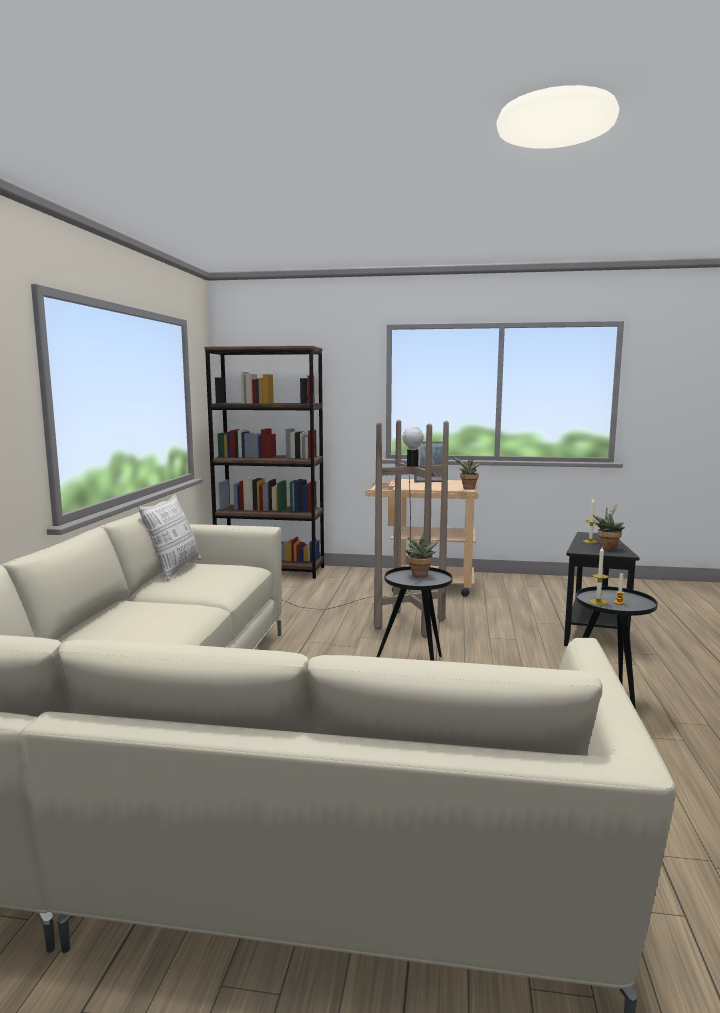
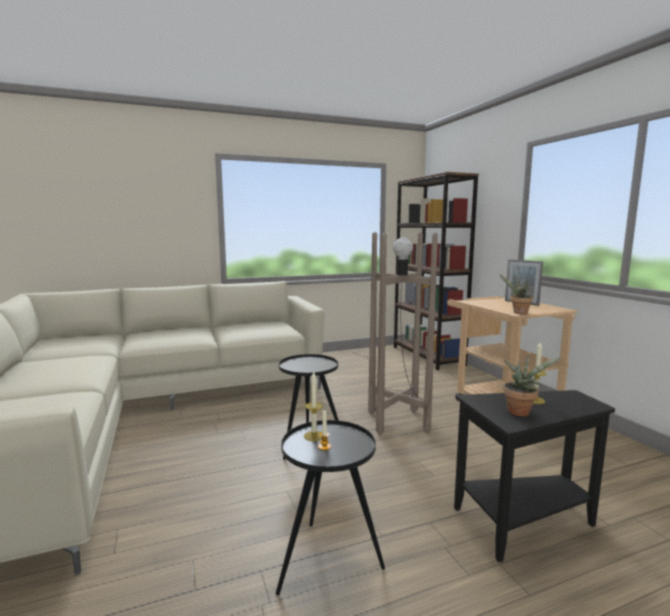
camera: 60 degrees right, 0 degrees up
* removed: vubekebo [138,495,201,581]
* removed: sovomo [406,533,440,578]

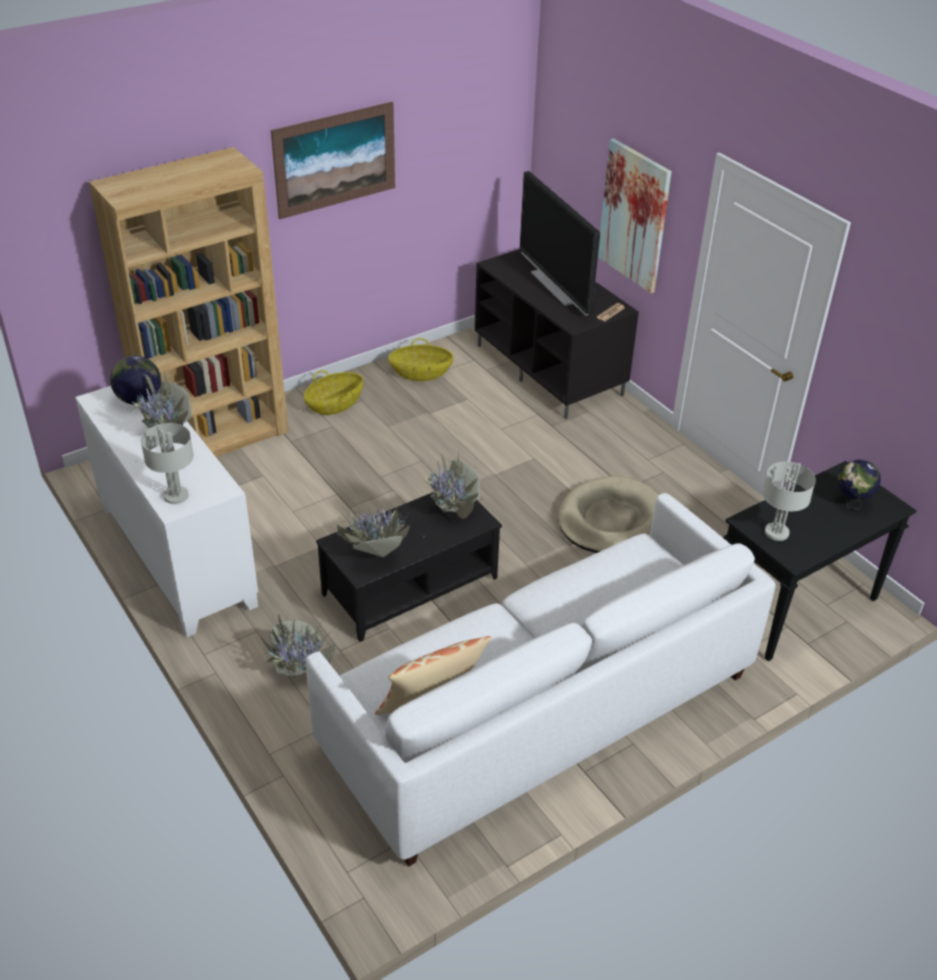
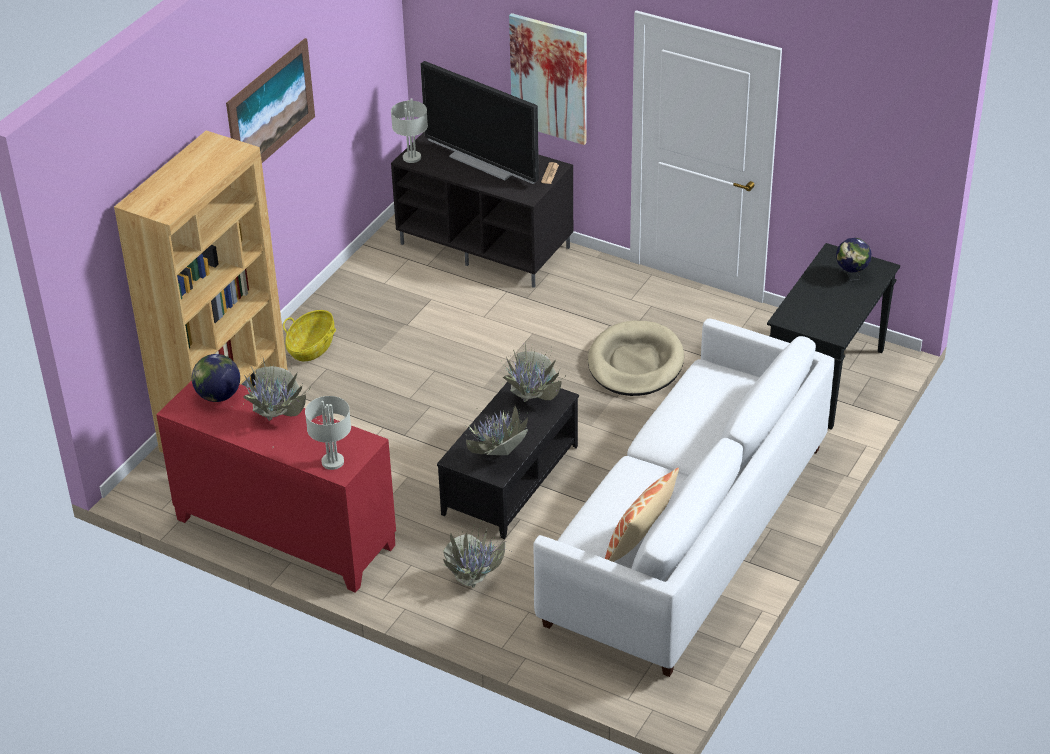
camera: 25 degrees left, 0 degrees up
* recoloured: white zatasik [75,386,258,637] to red zatasik [156,381,396,593]
* moved: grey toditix [762,462,816,541] to [391,98,428,163]
* removed: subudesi [388,338,454,381]

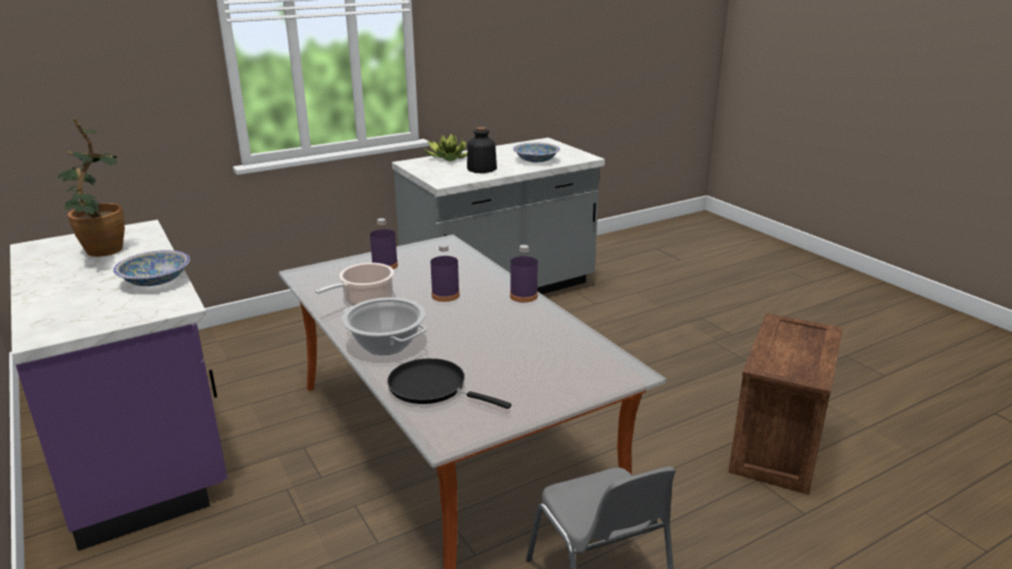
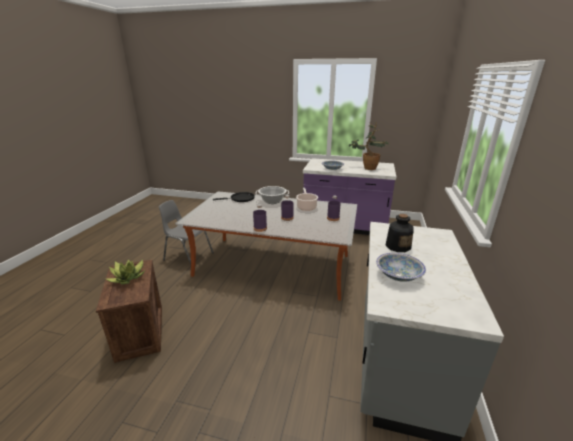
camera: 135 degrees right, 0 degrees up
* moved: sovomo [423,134,467,161] to [106,259,145,284]

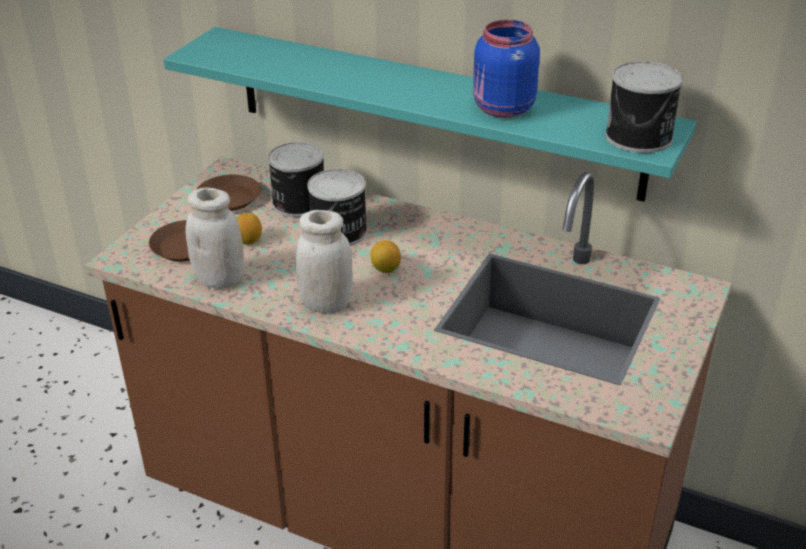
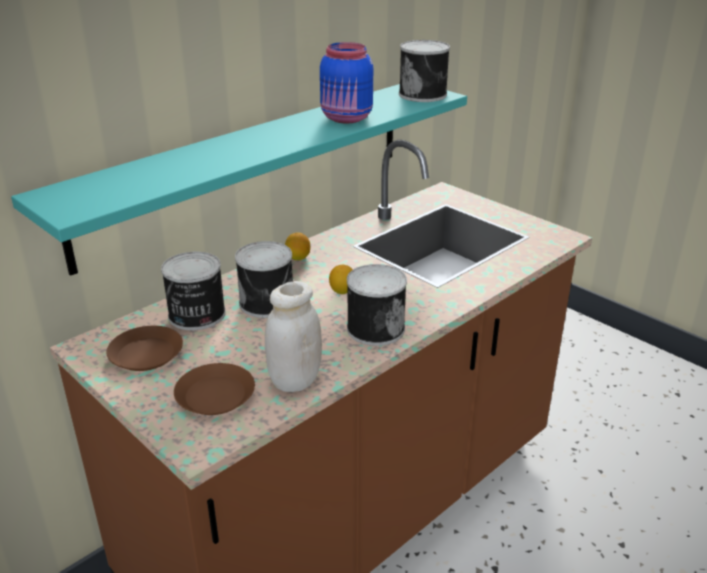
camera: 70 degrees left, 5 degrees down
* moved: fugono [237,213,262,245] to [285,233,310,260]
* replaced: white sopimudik [296,210,353,314] to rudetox [347,264,407,346]

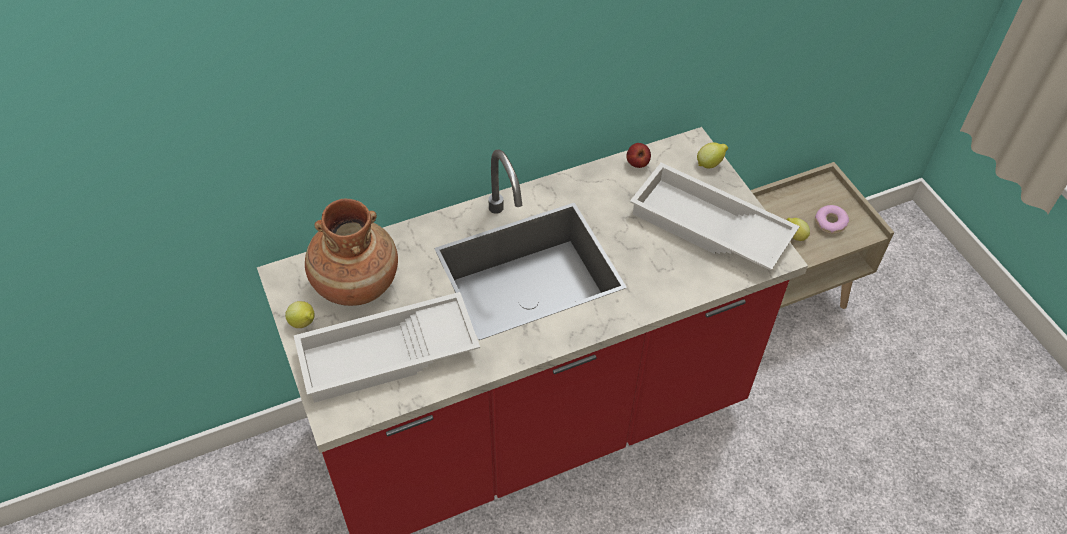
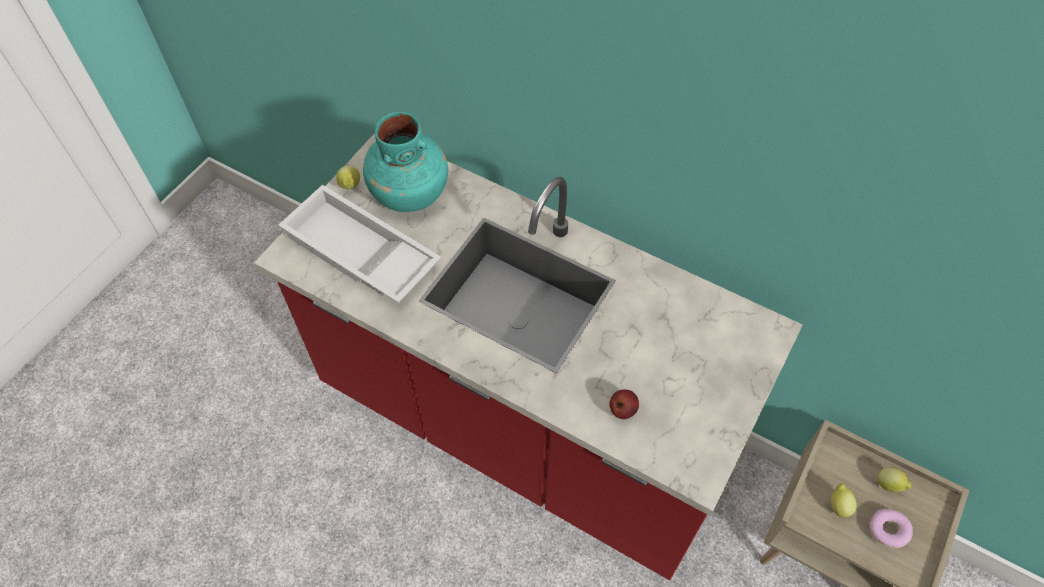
camera: 55 degrees right, 5 degrees up
* recoloured: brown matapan [305,199,398,306] to turquoise matapan [363,111,448,212]
* moved: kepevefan [626,143,651,168] to [609,389,639,419]
* moved: fugono [697,142,728,168] to [877,467,911,492]
* removed: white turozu [630,163,800,270]

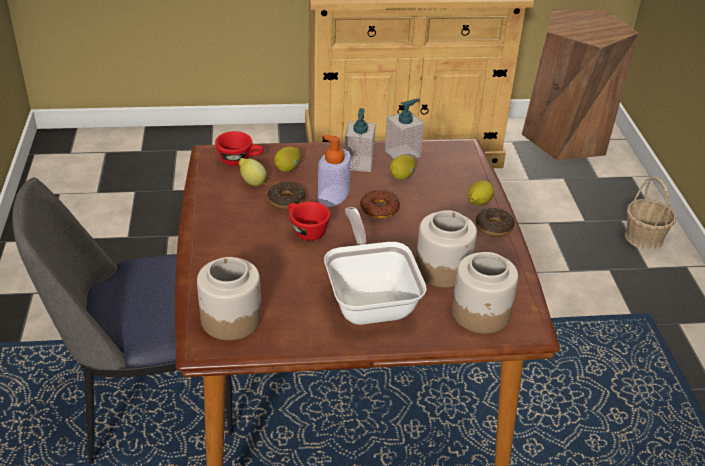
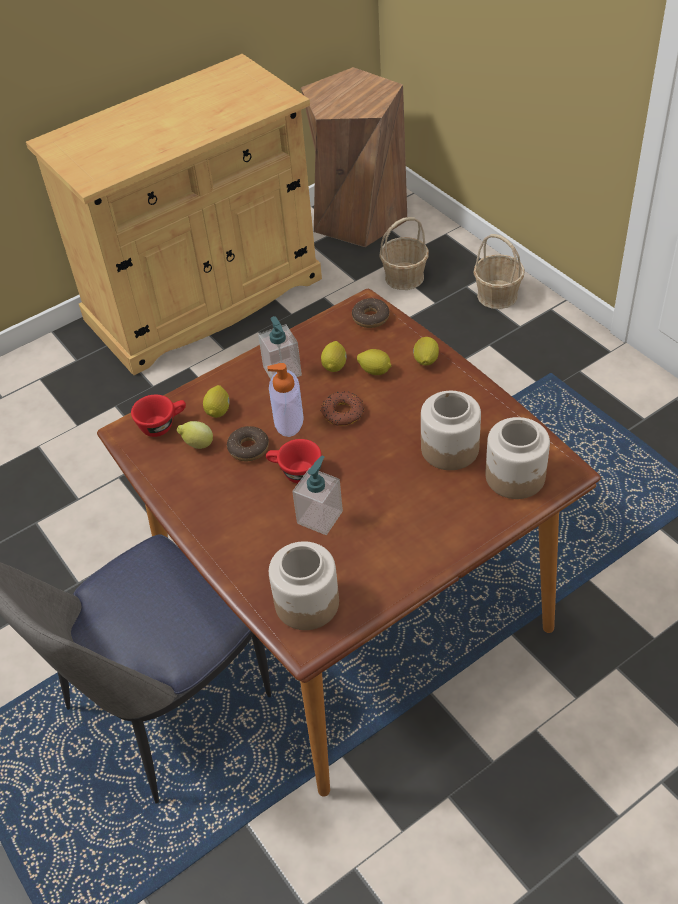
camera: 25 degrees left, 10 degrees up
* moved: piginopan [385,99,424,159] to [292,456,343,535]
* moved: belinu [476,208,514,237] to [352,298,390,328]
* added: fugono [357,349,391,375]
* added: subudesi [380,217,429,290]
* removed: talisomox [324,207,427,325]

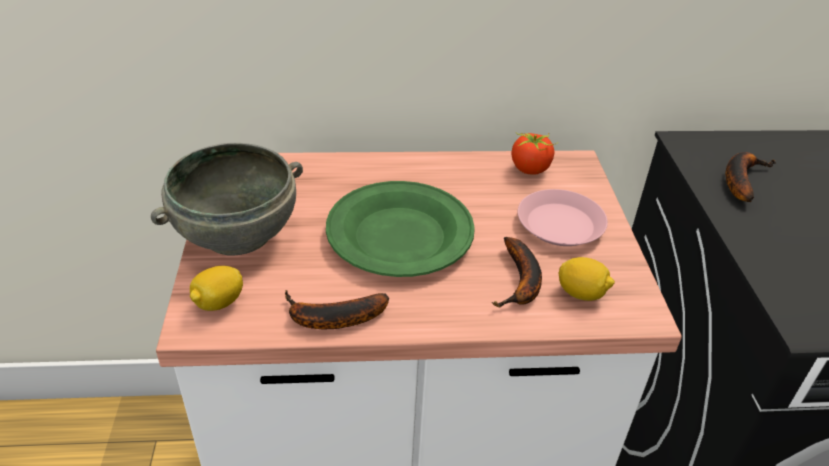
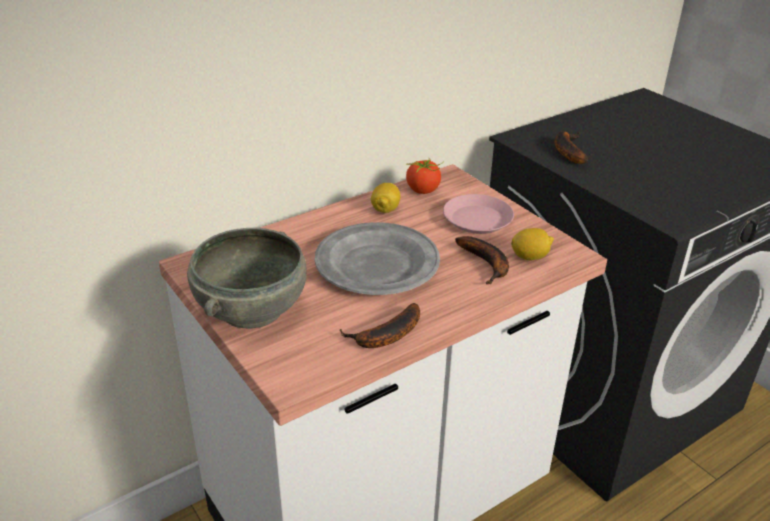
camera: 30 degrees left, 5 degrees down
* recoloured: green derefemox [326,181,475,277] to grey derefemox [315,222,440,295]
* moved: fugono [190,266,243,311] to [371,183,400,213]

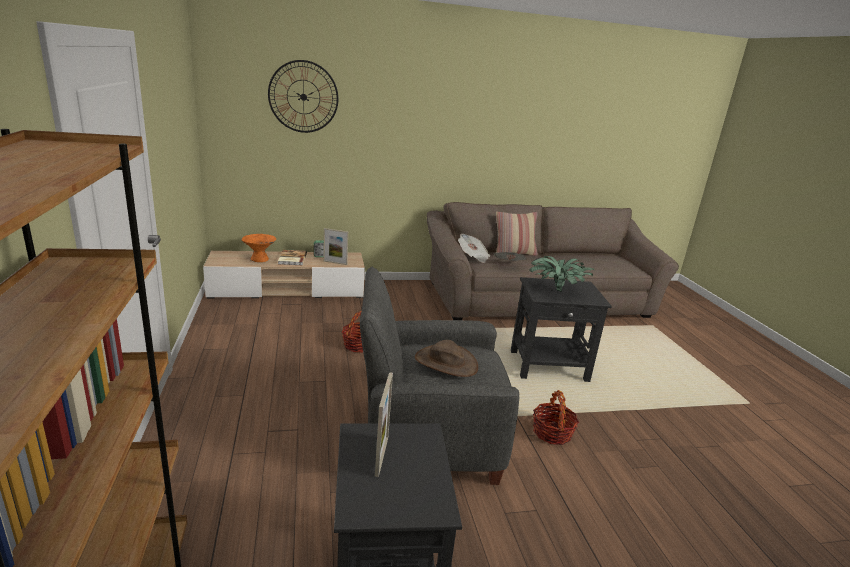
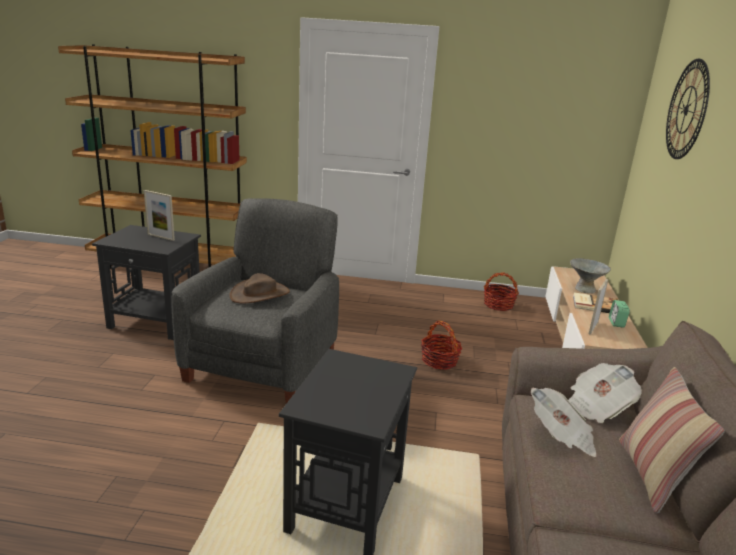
camera: 110 degrees right, 0 degrees up
* moved: subudesi [533,390,579,445] to [484,272,519,311]
* recoloured: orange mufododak [241,234,276,262] to grey mufododak [570,258,611,294]
* removed: sovomo [529,256,595,292]

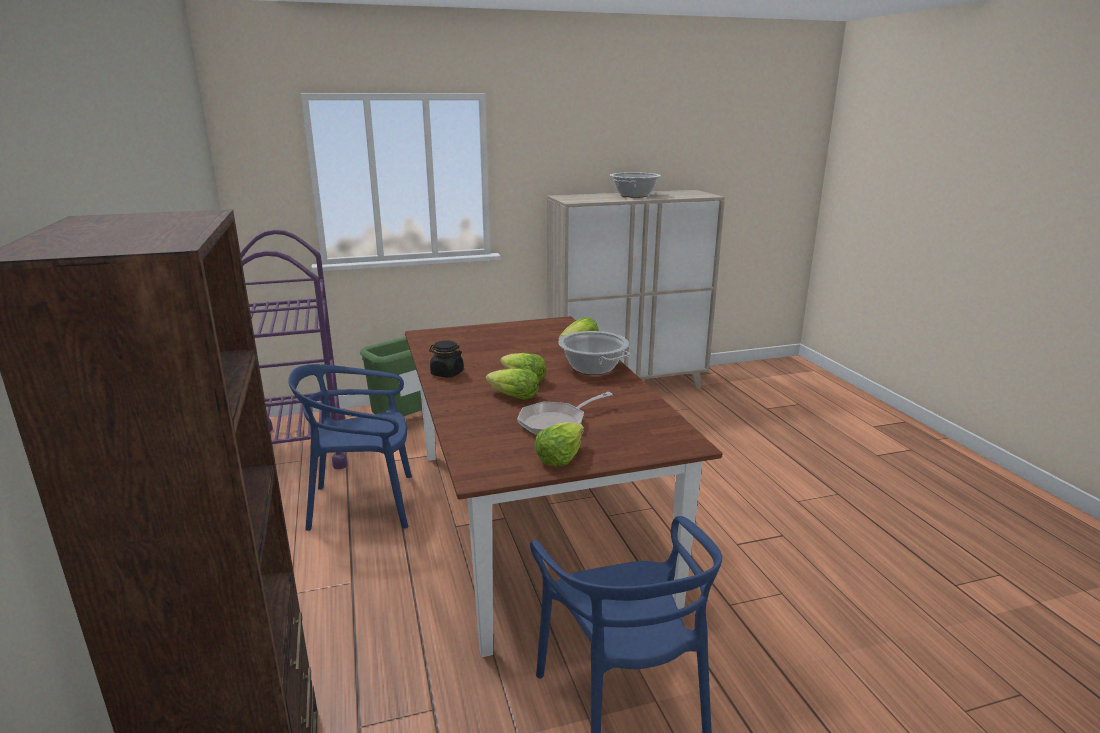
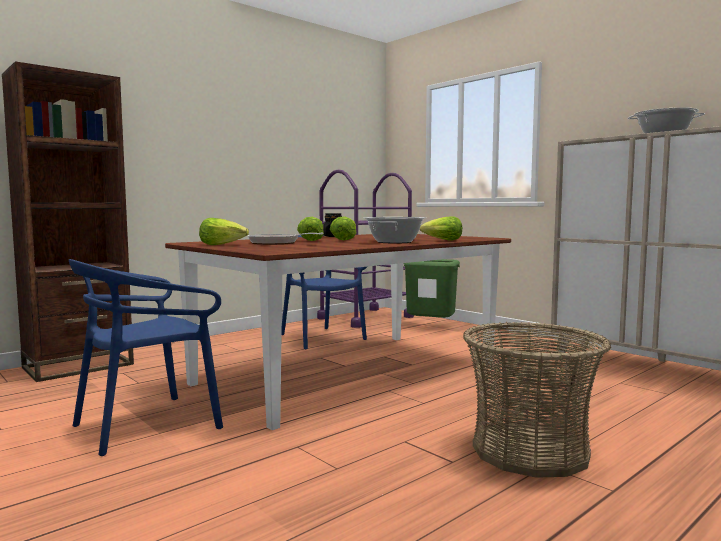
camera: 65 degrees right, 15 degrees down
* added: subudesi [463,322,611,478]

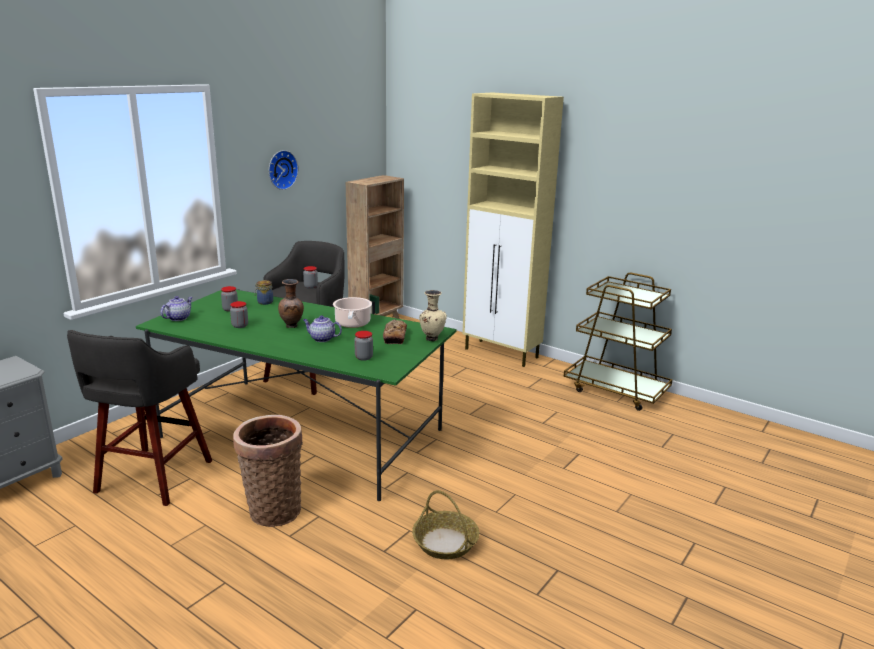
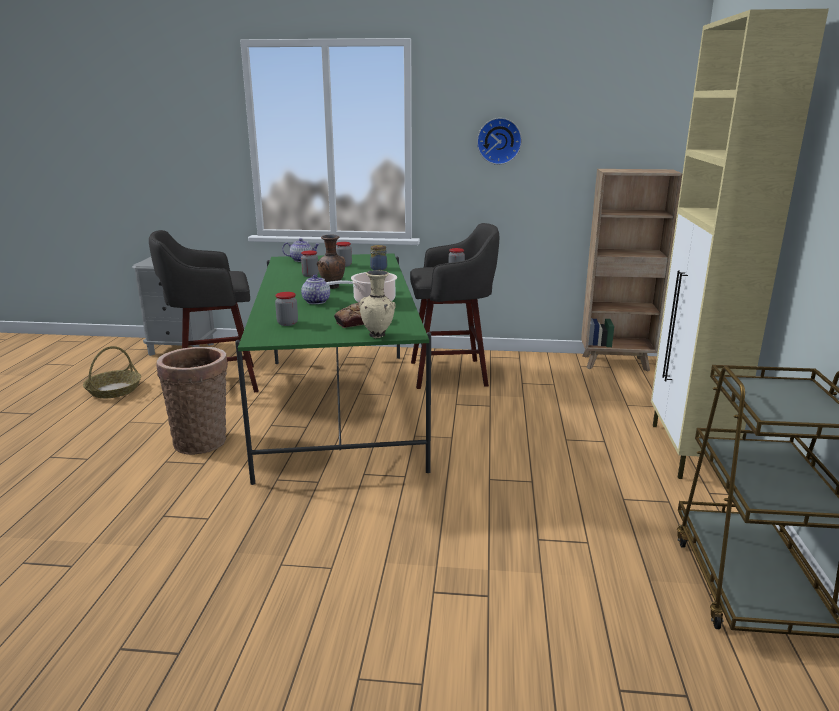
camera: 60 degrees right, 0 degrees up
* moved: subudesi [412,490,479,559] to [83,346,141,398]

